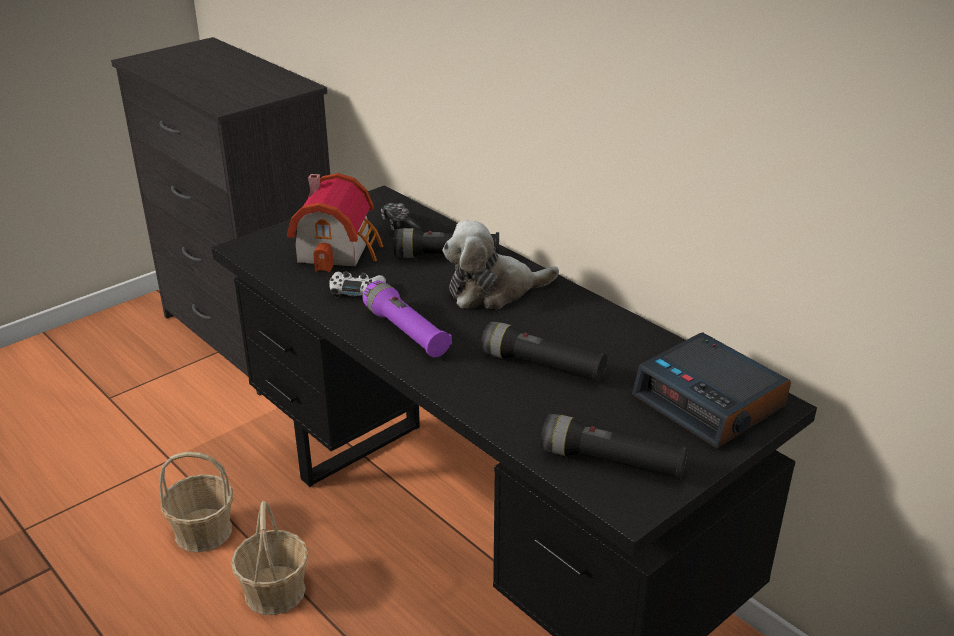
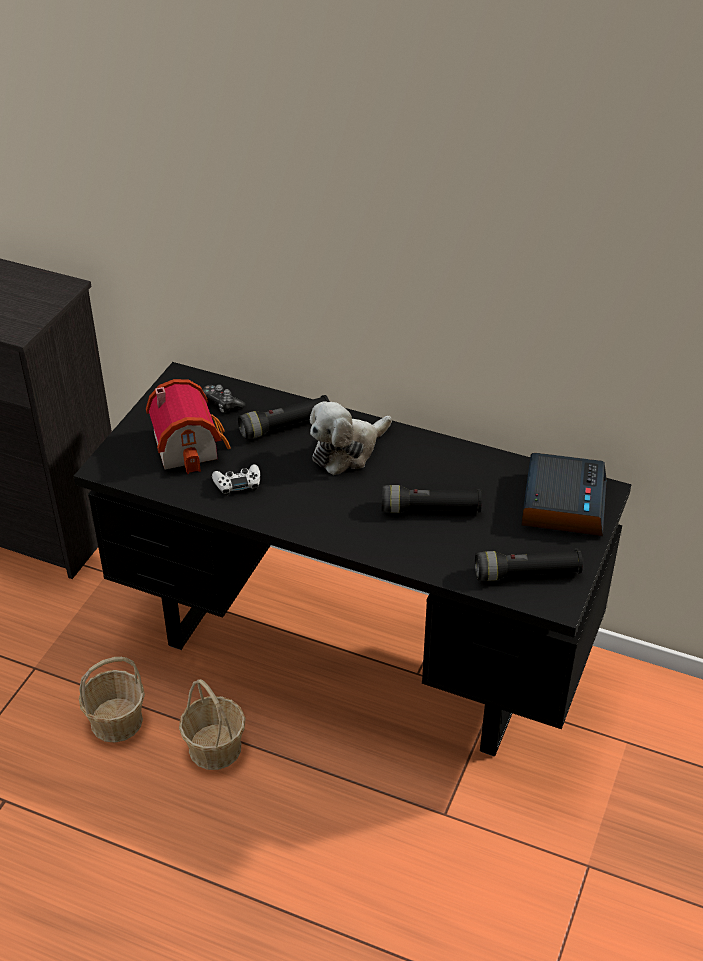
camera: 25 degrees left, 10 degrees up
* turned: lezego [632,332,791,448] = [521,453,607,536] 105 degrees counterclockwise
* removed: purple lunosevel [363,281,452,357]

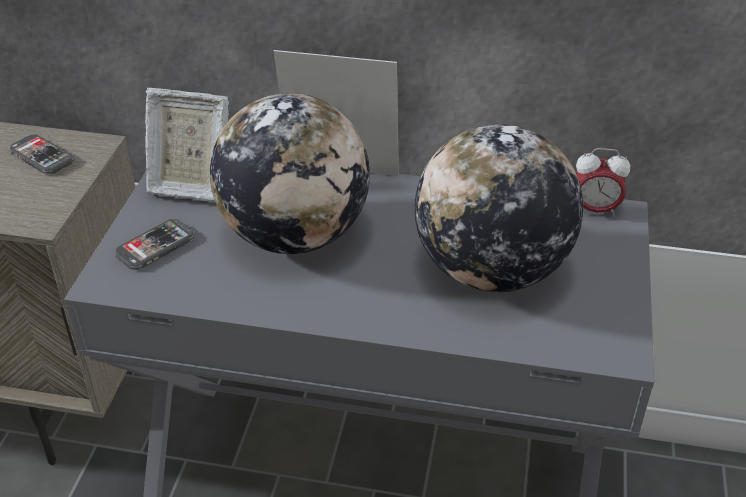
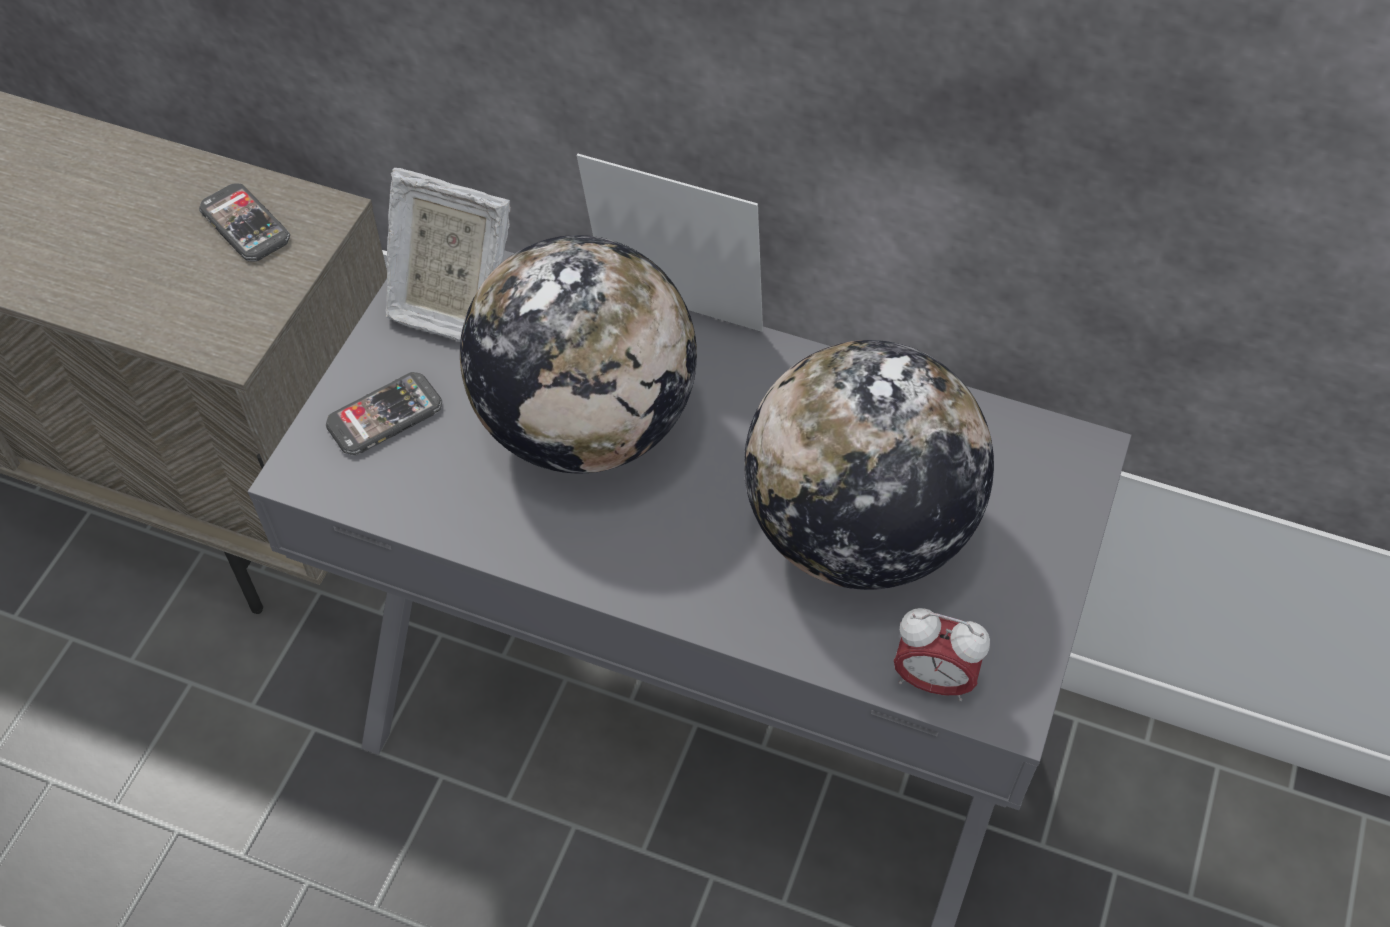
camera: 10 degrees right, 15 degrees up
* moved: lezego [576,148,630,217] to [894,608,990,701]

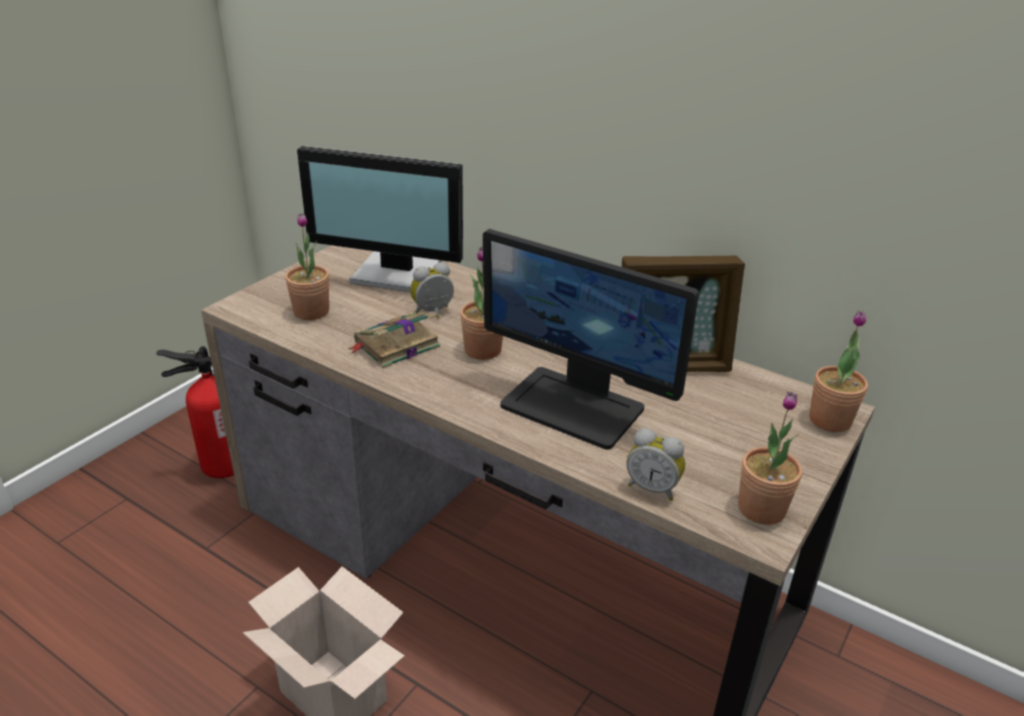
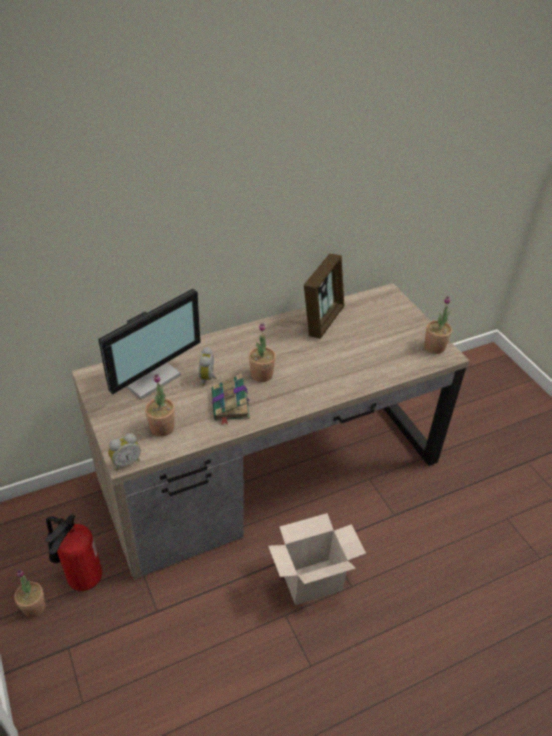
camera: 60 degrees left, 10 degrees up
* moved: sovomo [809,311,868,432] to [14,570,45,618]
* moved: lezego [626,428,685,501] to [108,433,141,470]
* removed: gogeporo [483,229,699,450]

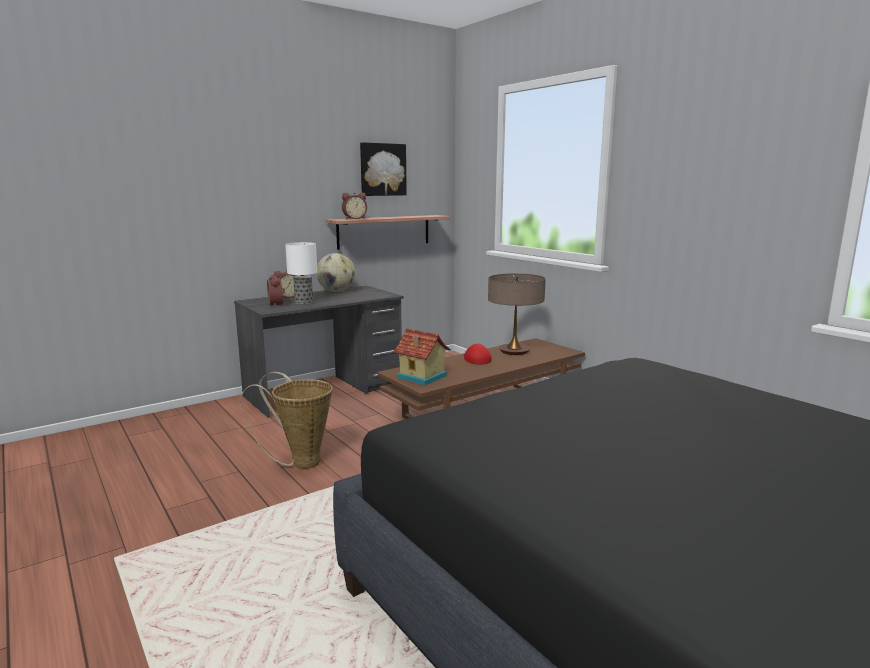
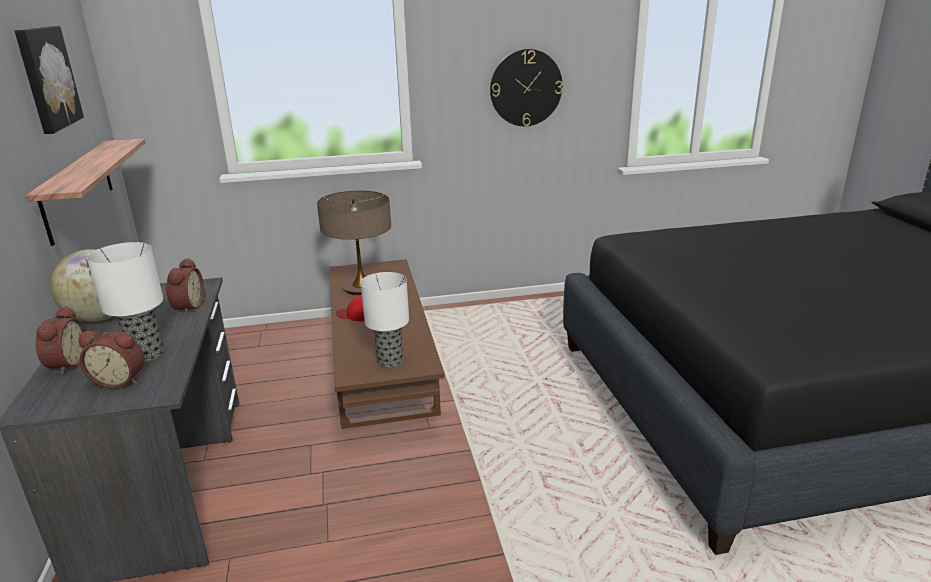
camera: 65 degrees left, 10 degrees up
* moved: lezego [342,193,367,219] to [166,258,204,315]
* replaced: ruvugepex [393,328,451,385] to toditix [361,272,409,367]
* added: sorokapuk [490,49,563,126]
* removed: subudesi [240,372,333,469]

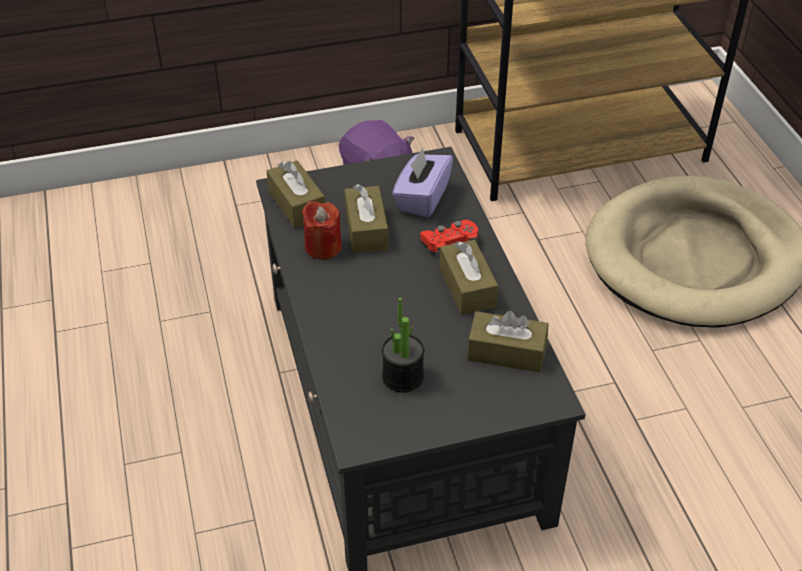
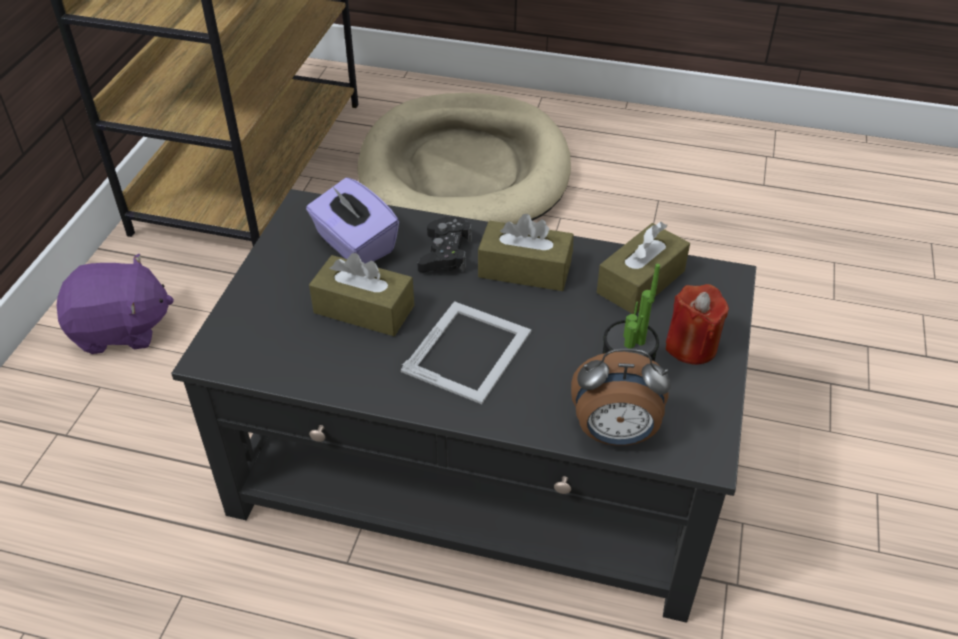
camera: 60 degrees left, 0 degrees up
* added: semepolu [401,301,531,404]
* recoloured: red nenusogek [421,220,478,259] to black nenusogek [417,216,472,272]
* added: lezego [571,349,671,446]
* moved: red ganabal [302,201,342,260] to [665,284,729,365]
* removed: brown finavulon [267,161,325,228]

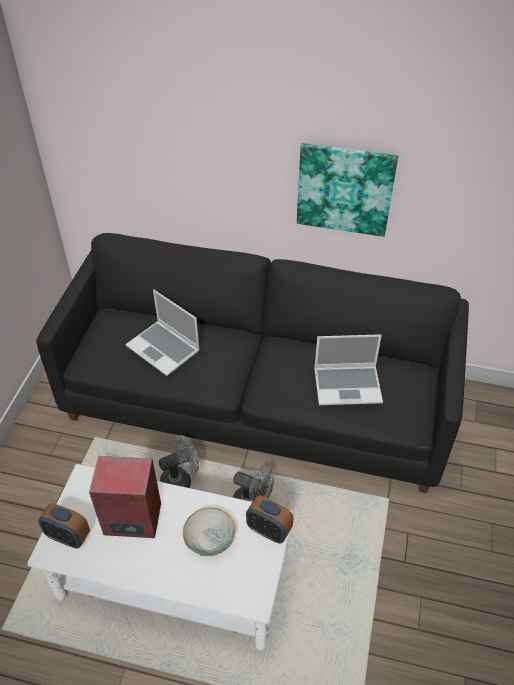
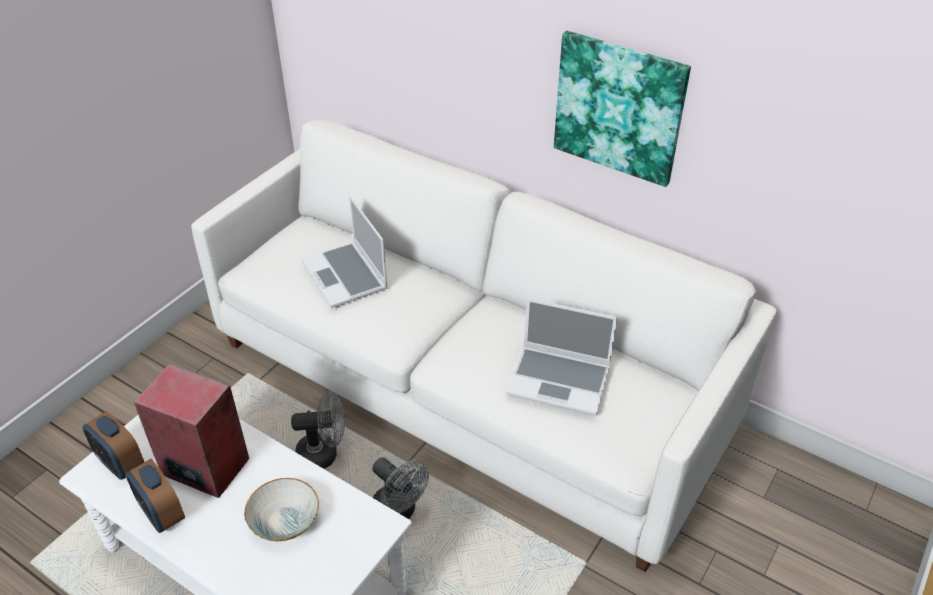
camera: 20 degrees right, 5 degrees down
* moved: lezego [246,495,293,543] to [125,459,185,533]
* recoloured: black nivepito [36,233,469,493] to white nivepito [191,120,777,572]

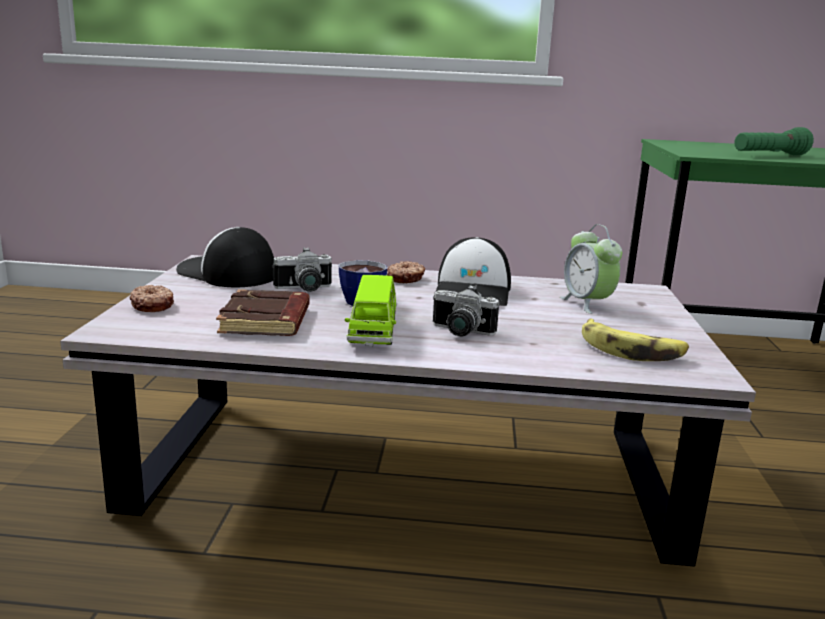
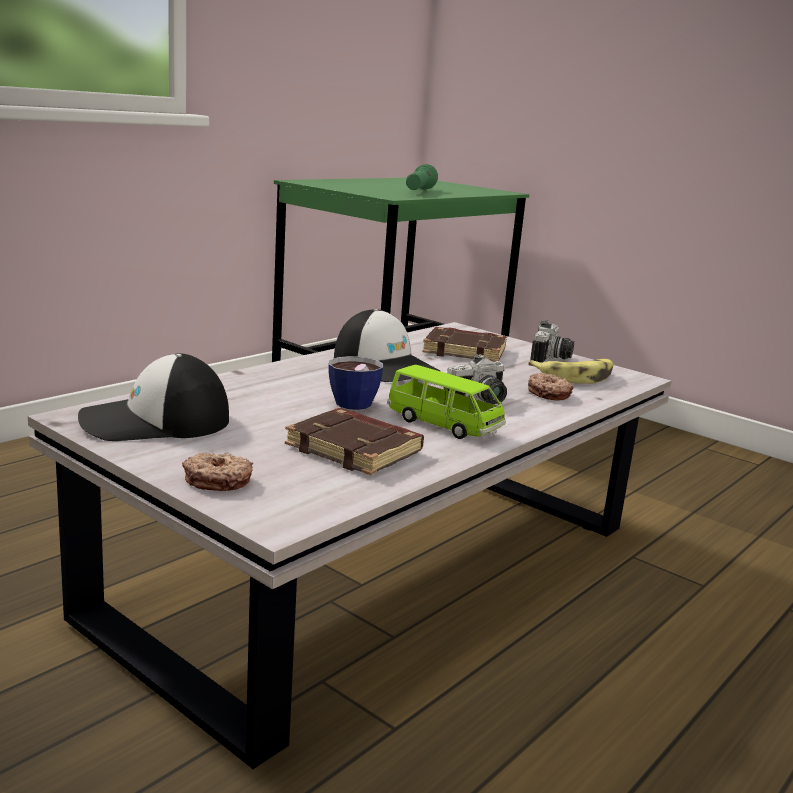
camera: 55 degrees left, 0 degrees up
* replaced: lezego [560,224,622,314] to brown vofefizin [422,327,507,362]
* moved: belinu [387,261,425,283] to [528,373,573,401]
* moved: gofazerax [273,247,332,292] to [530,320,574,363]

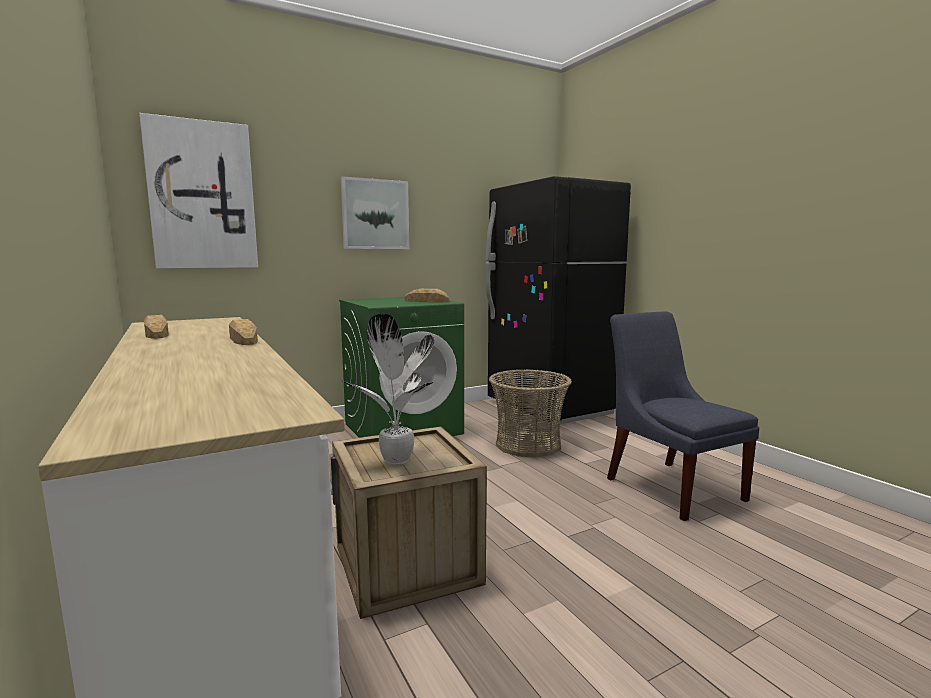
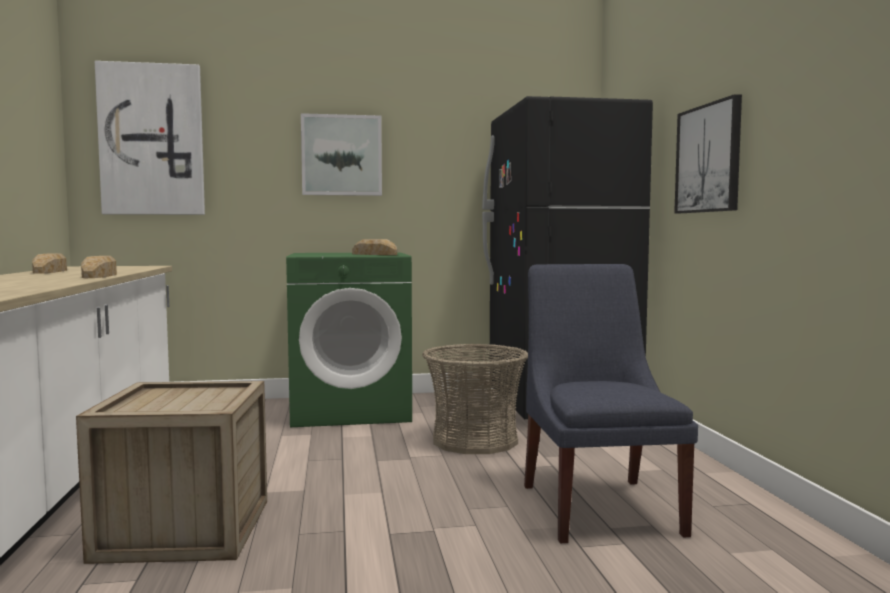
camera: 20 degrees right, 5 degrees down
* added: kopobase [674,94,742,213]
* removed: sovomo [341,314,434,465]

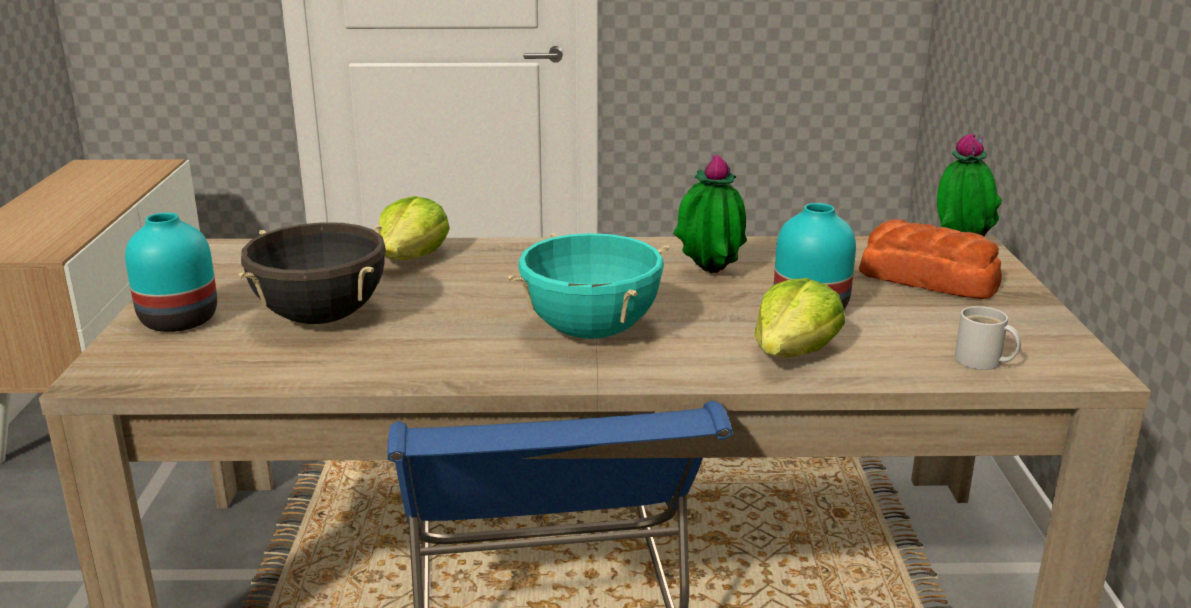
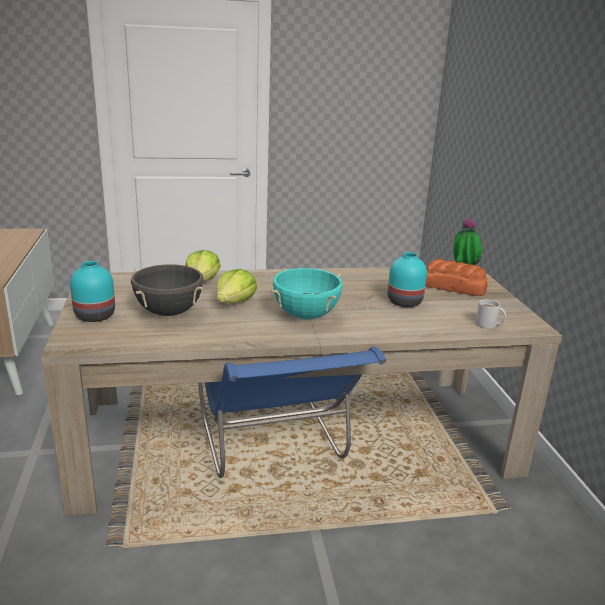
camera: 10 degrees left, 0 degrees up
* moved: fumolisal [755,278,845,357] to [217,269,257,304]
* removed: sovomo [673,155,747,273]

